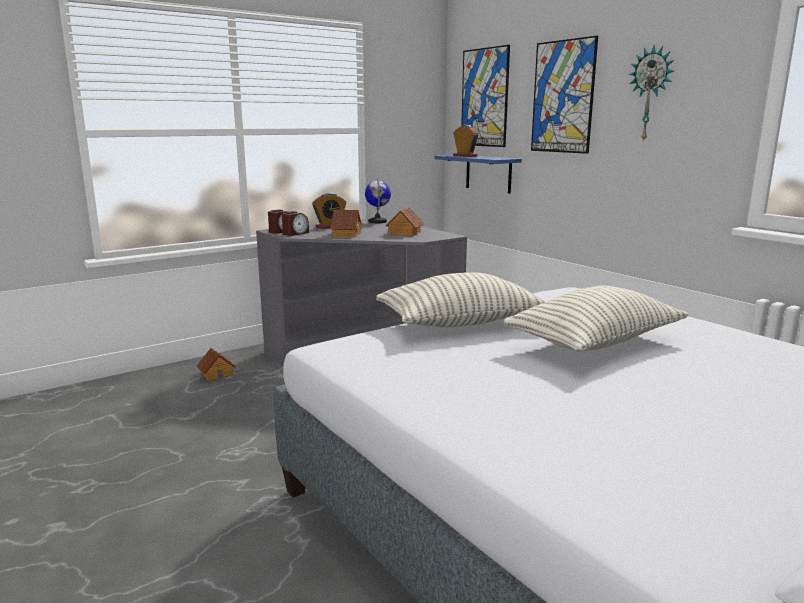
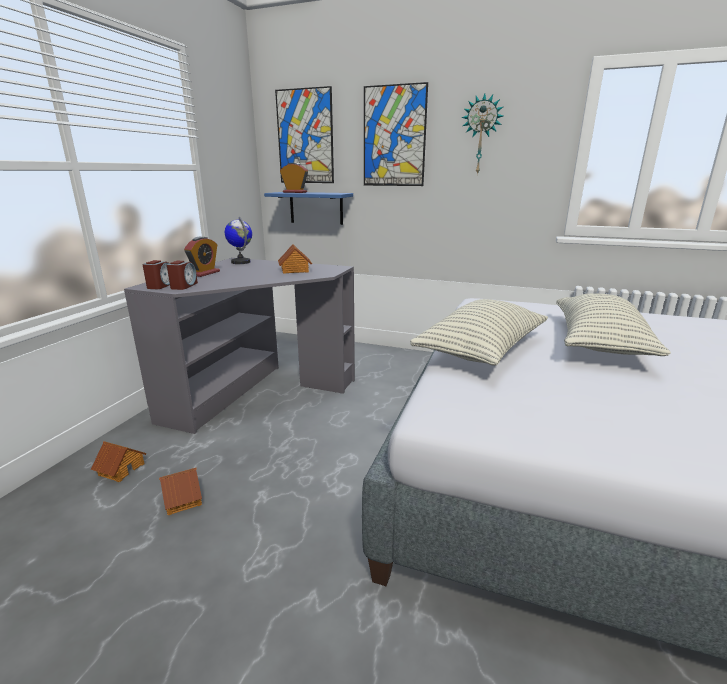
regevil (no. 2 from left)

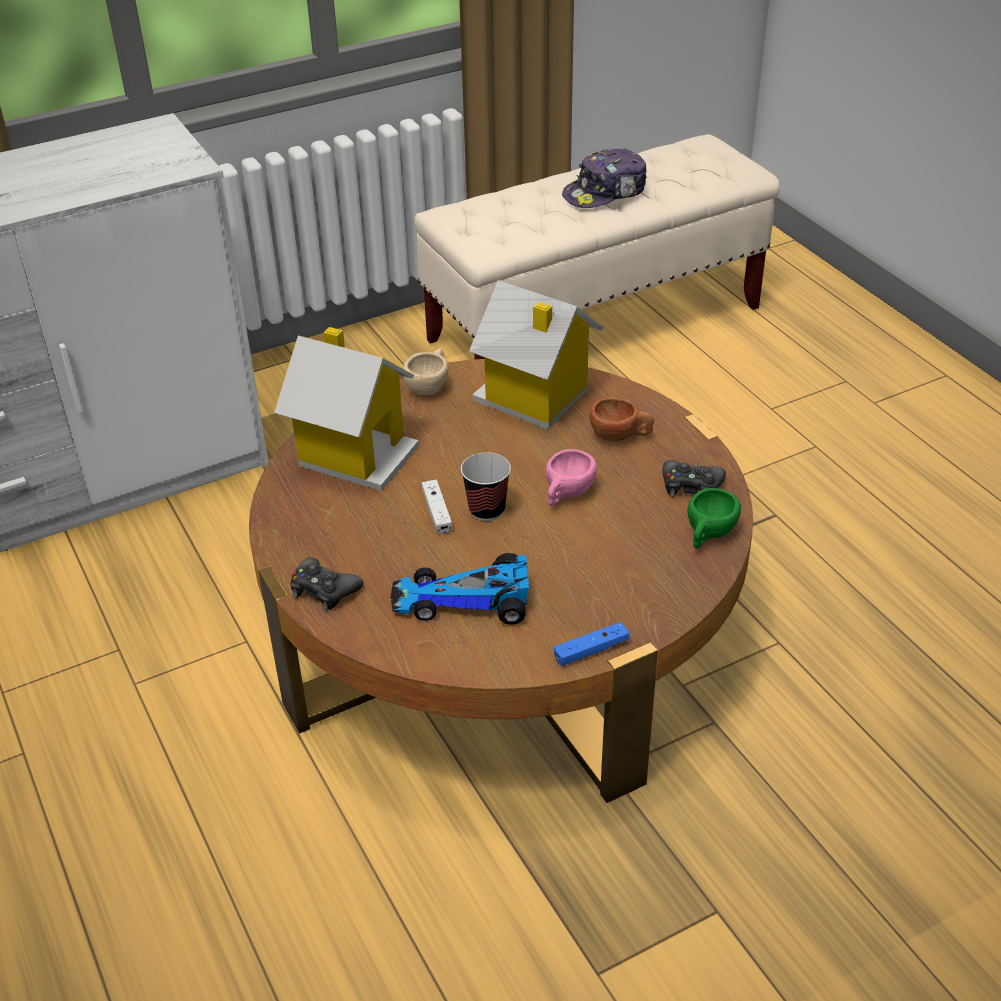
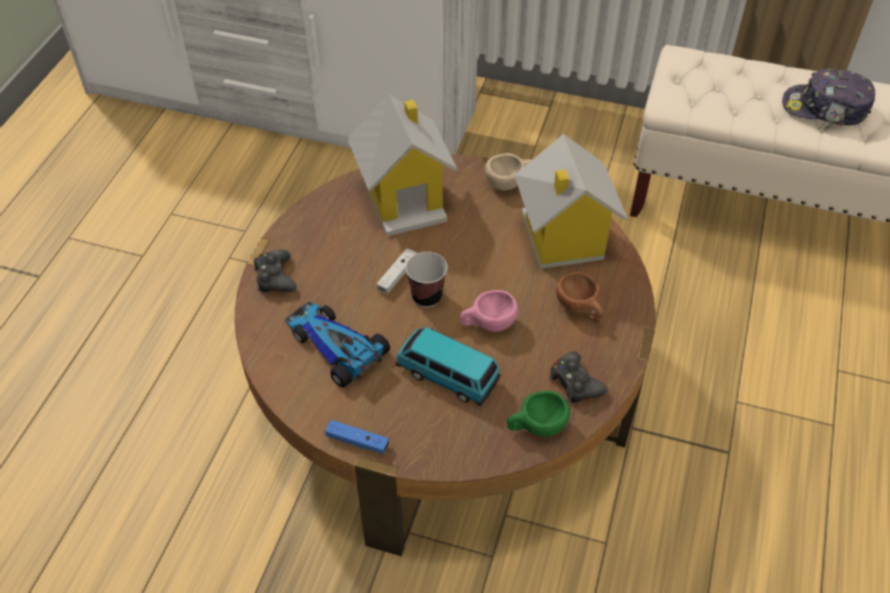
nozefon (no. 2 from left)

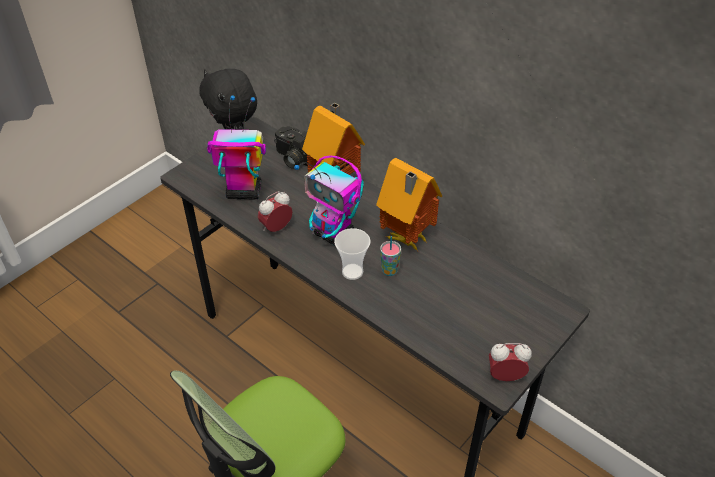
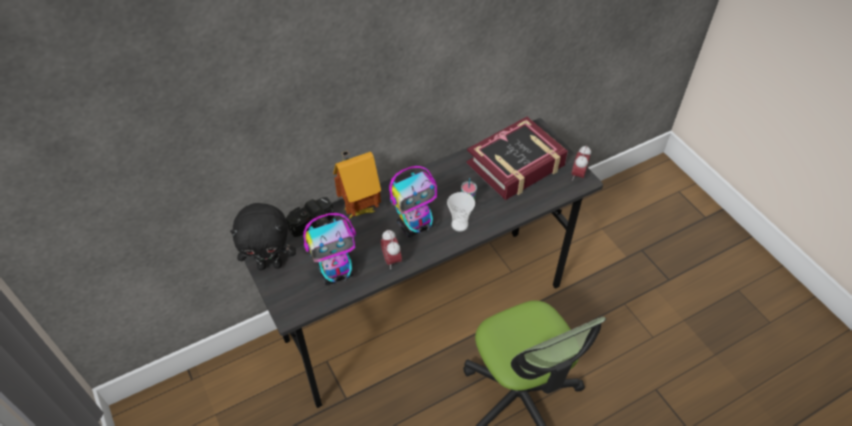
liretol (no. 1 from left)
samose
regevil (no. 2 from left in the first image)

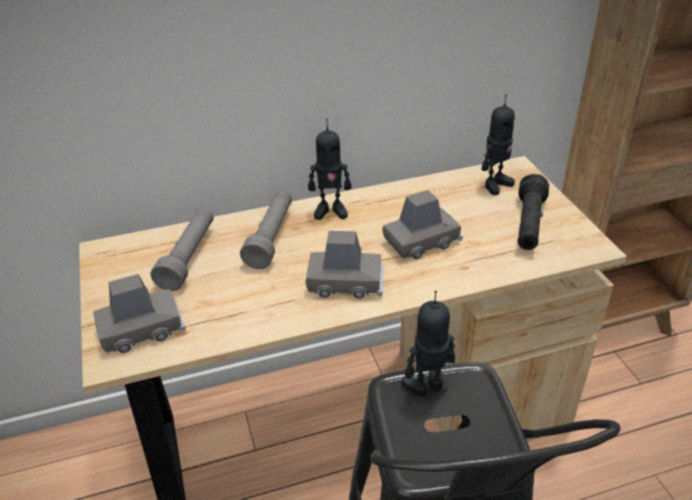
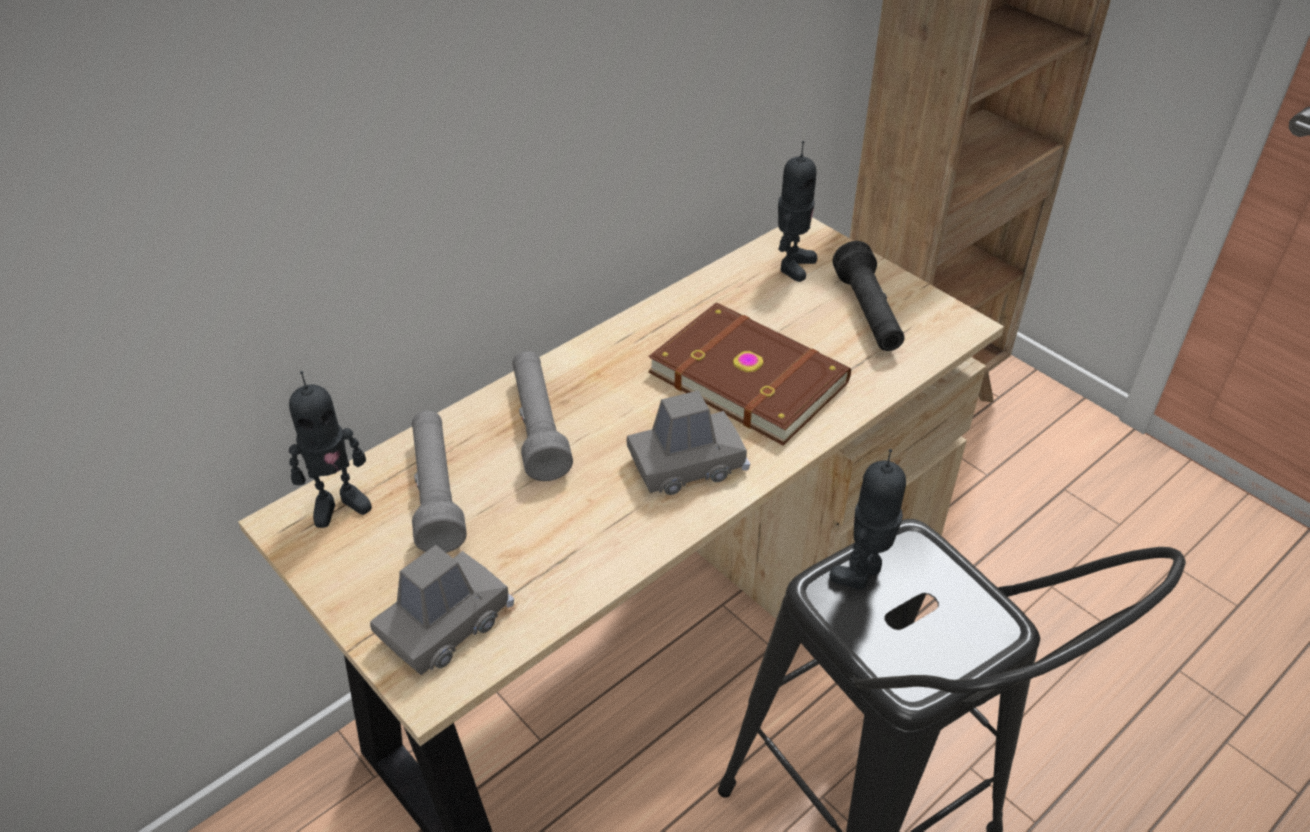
liretol (no. 1 from left)
samose (brown)

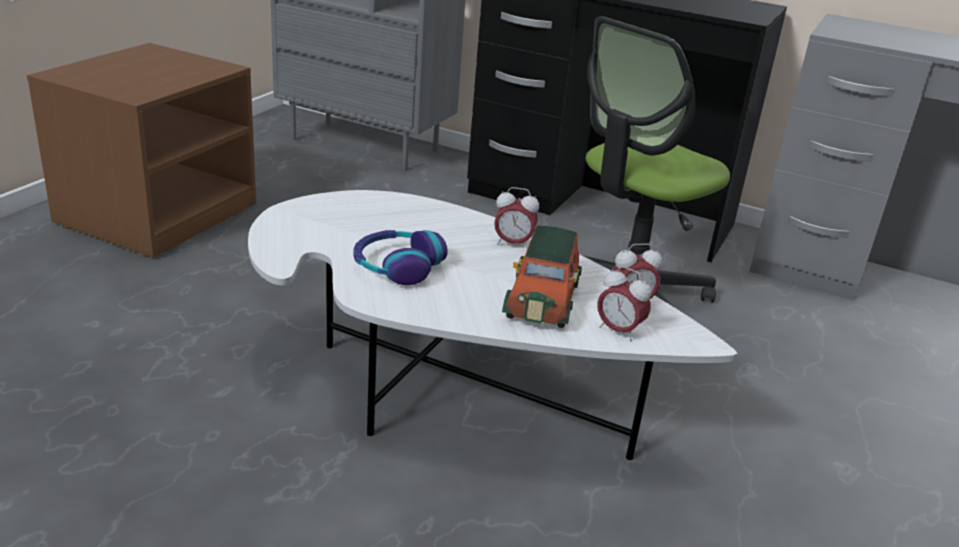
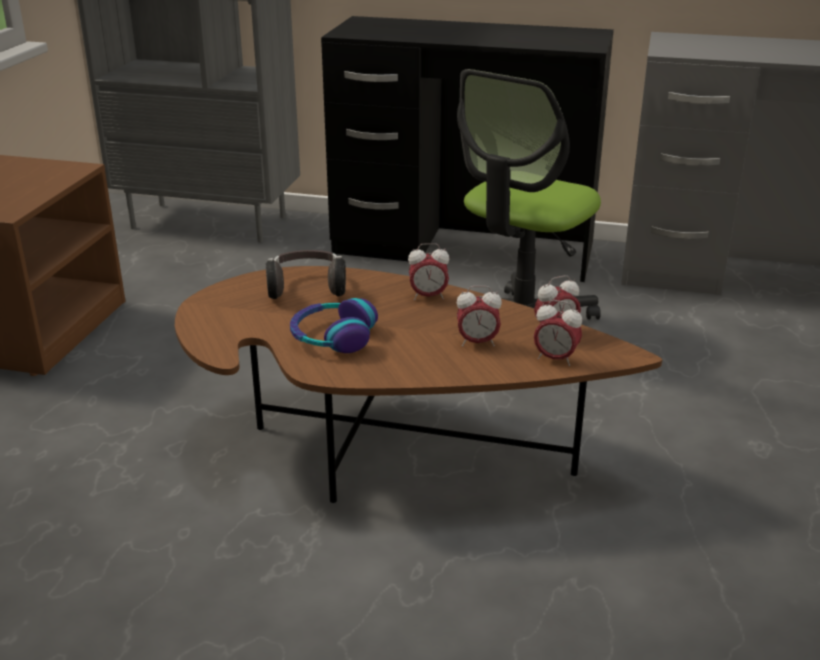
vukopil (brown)
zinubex (no. 1 from left)
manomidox (no. 2 from left)

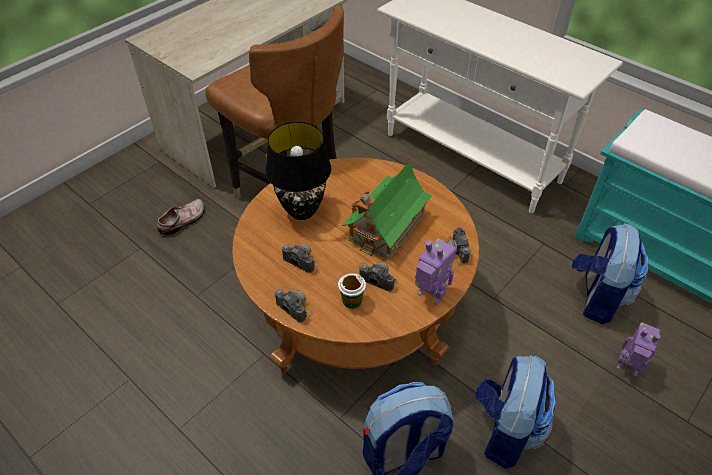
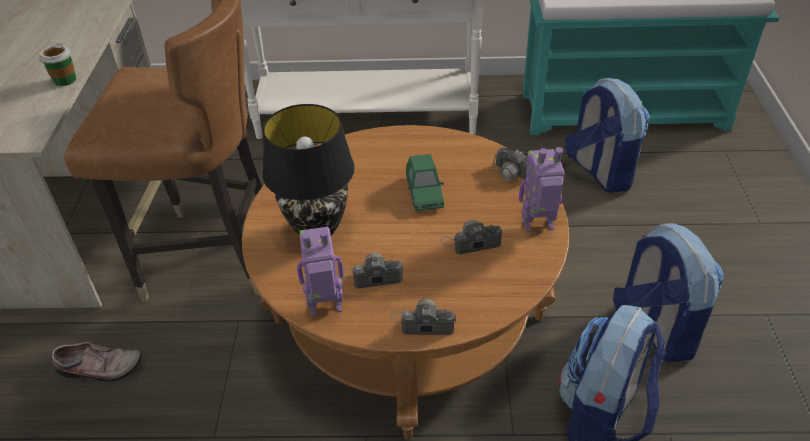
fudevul
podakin
liretol (no. 1 from left)
nozefon (green)

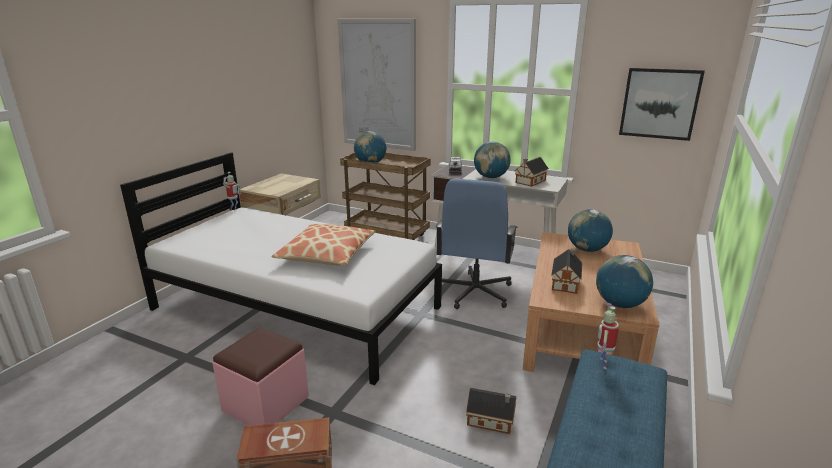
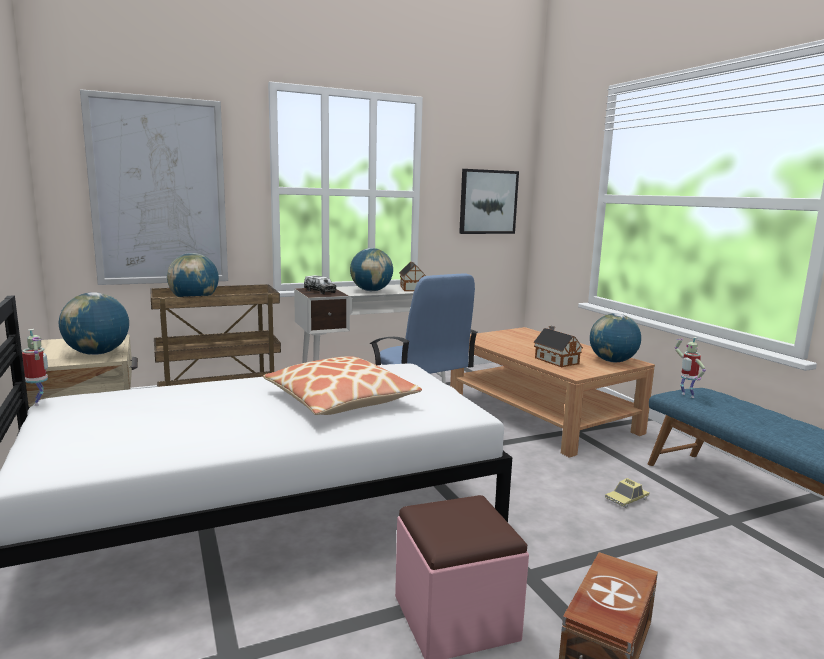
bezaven (no. 1 from left)
nozefon

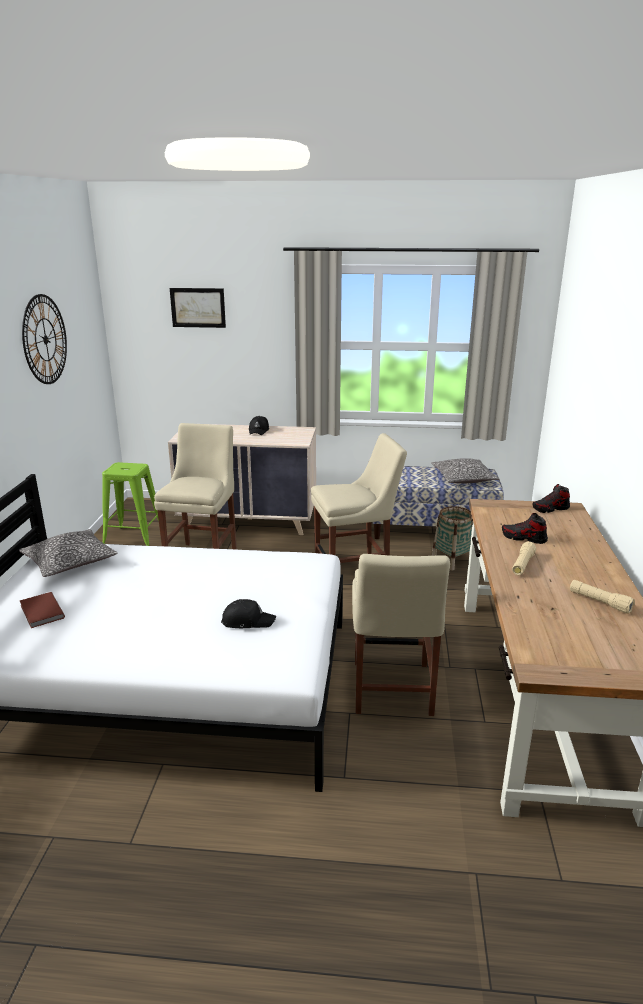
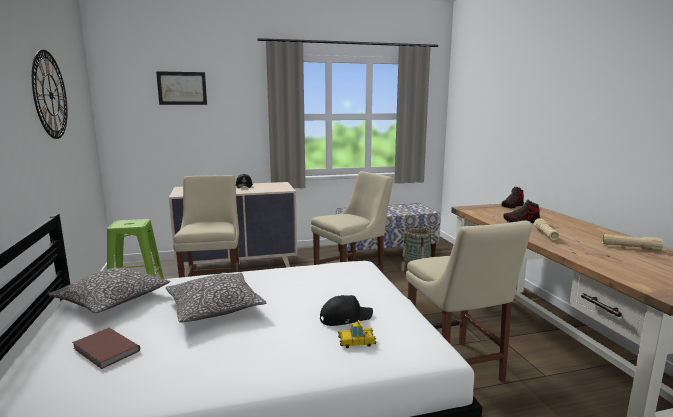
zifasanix (no. 2 from left)
nozefon

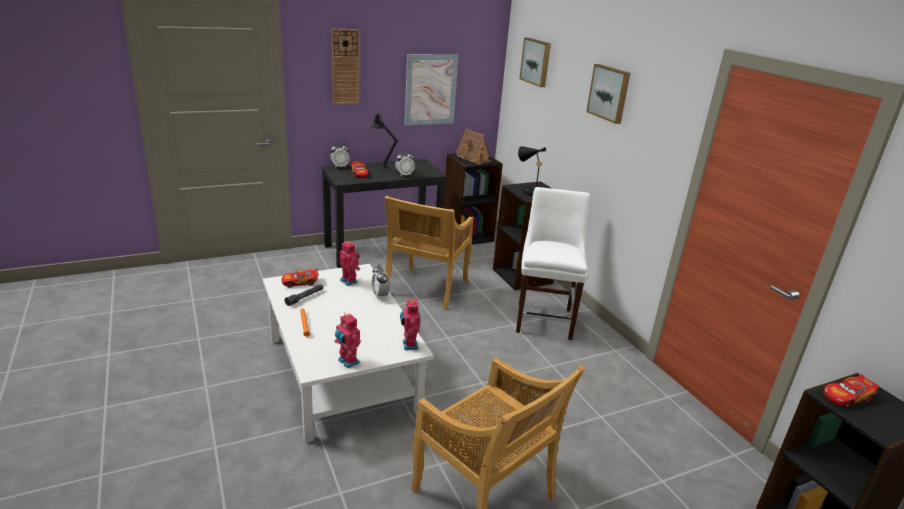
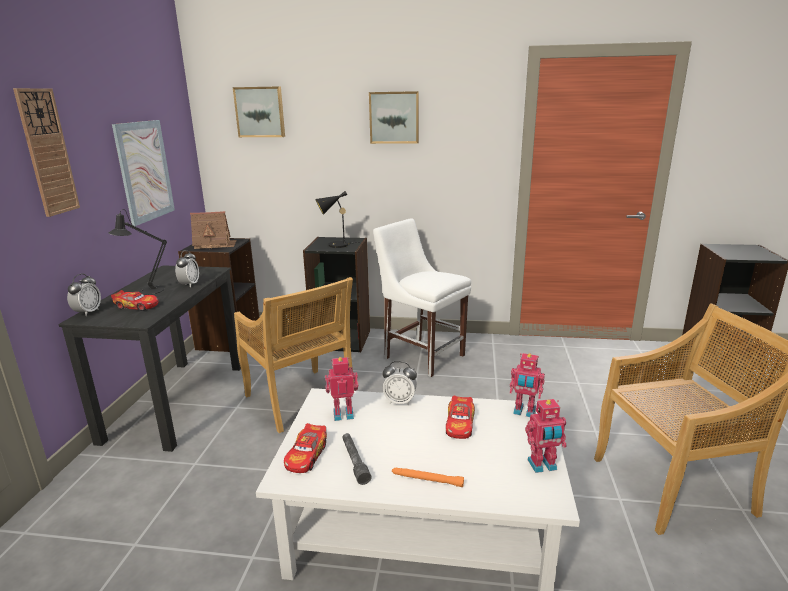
nozefon (no. 3 from left)

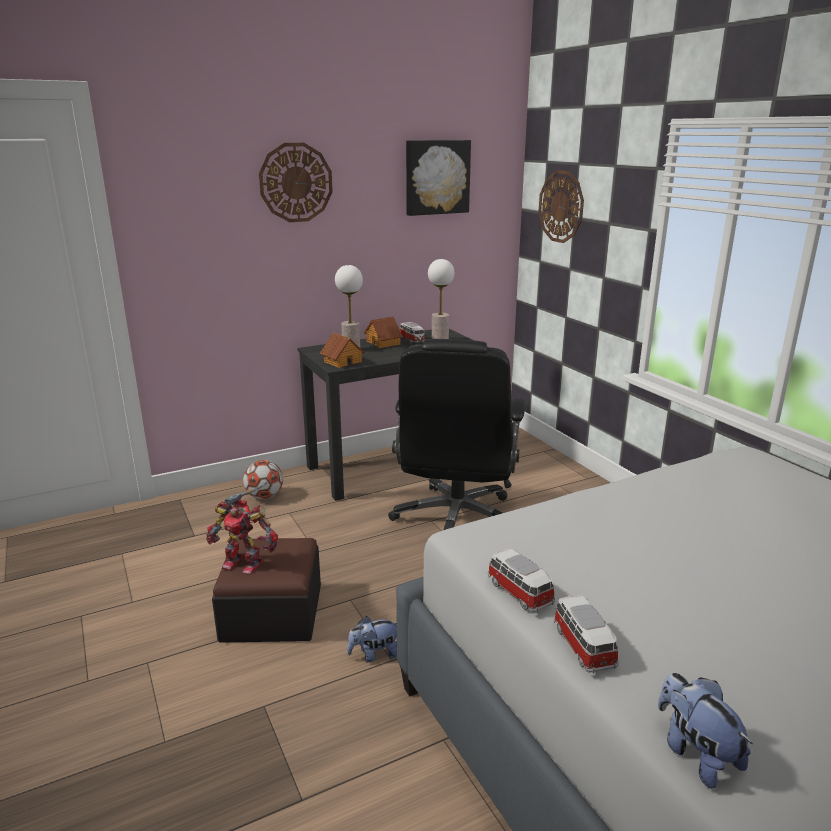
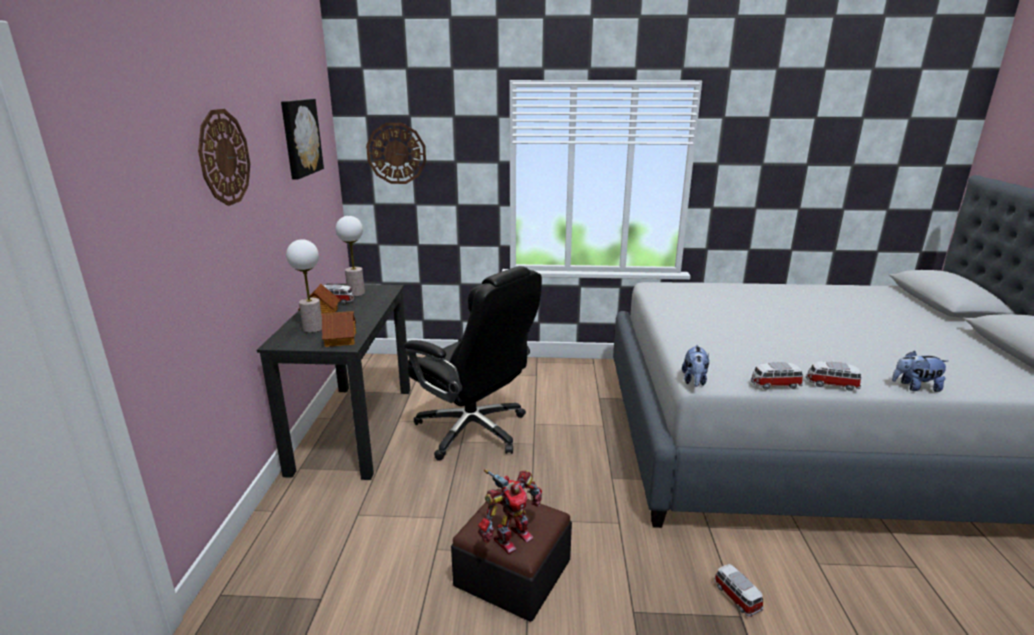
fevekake (no. 1 from left)
nozefon (no. 2 from left)
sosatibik

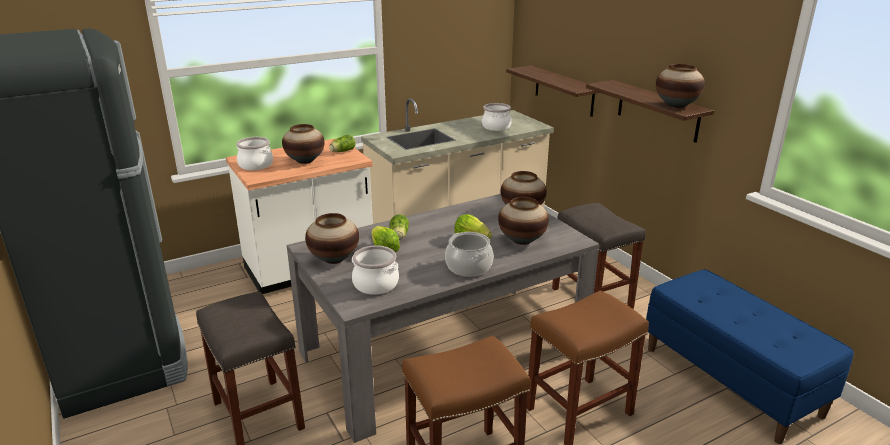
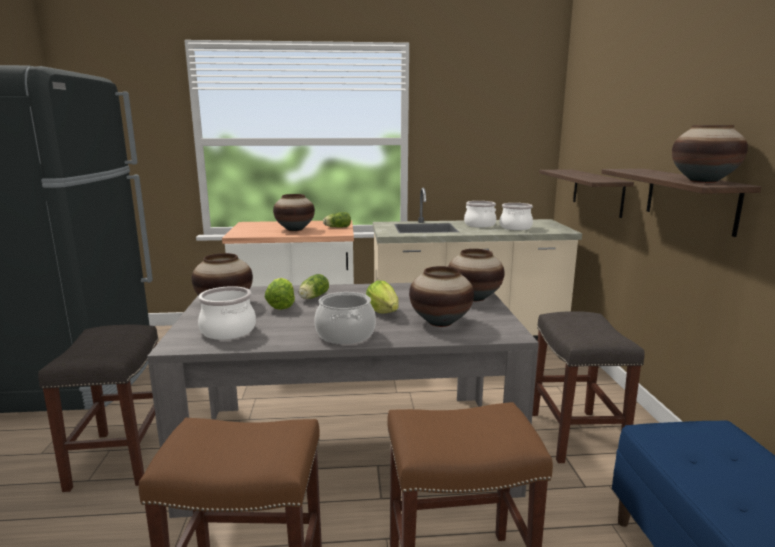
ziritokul (no. 3 from left)

